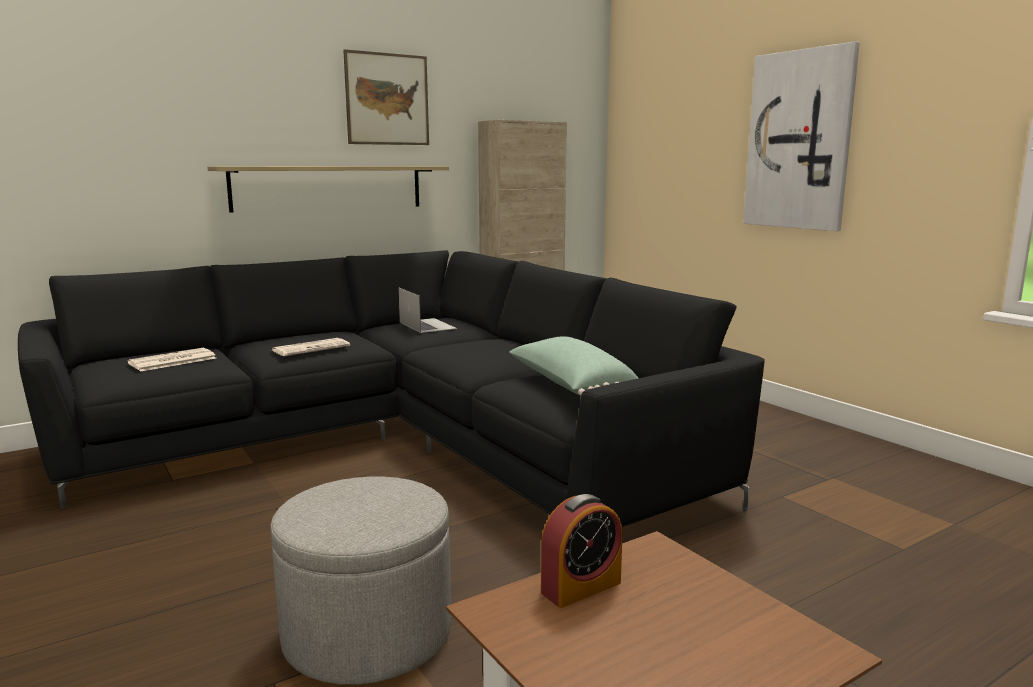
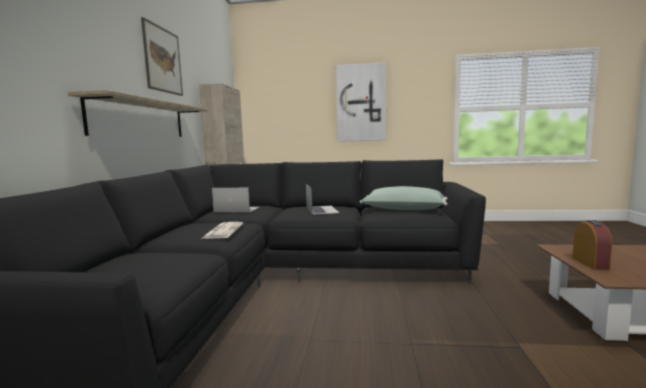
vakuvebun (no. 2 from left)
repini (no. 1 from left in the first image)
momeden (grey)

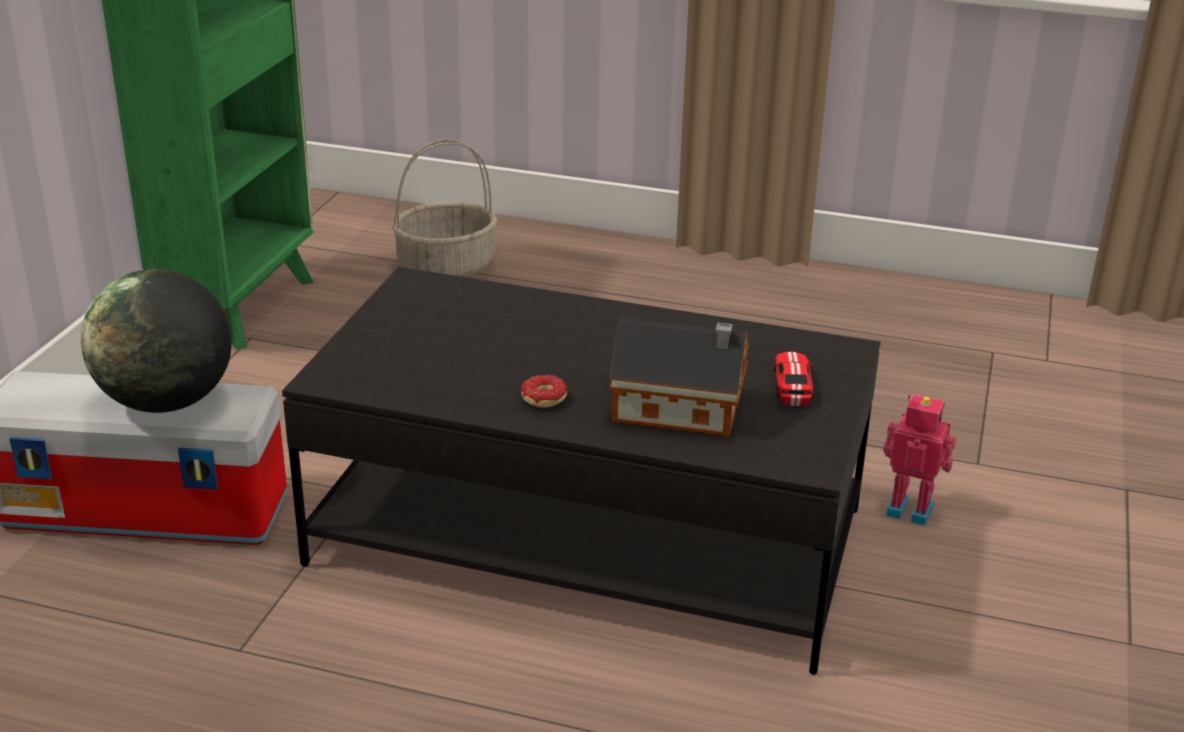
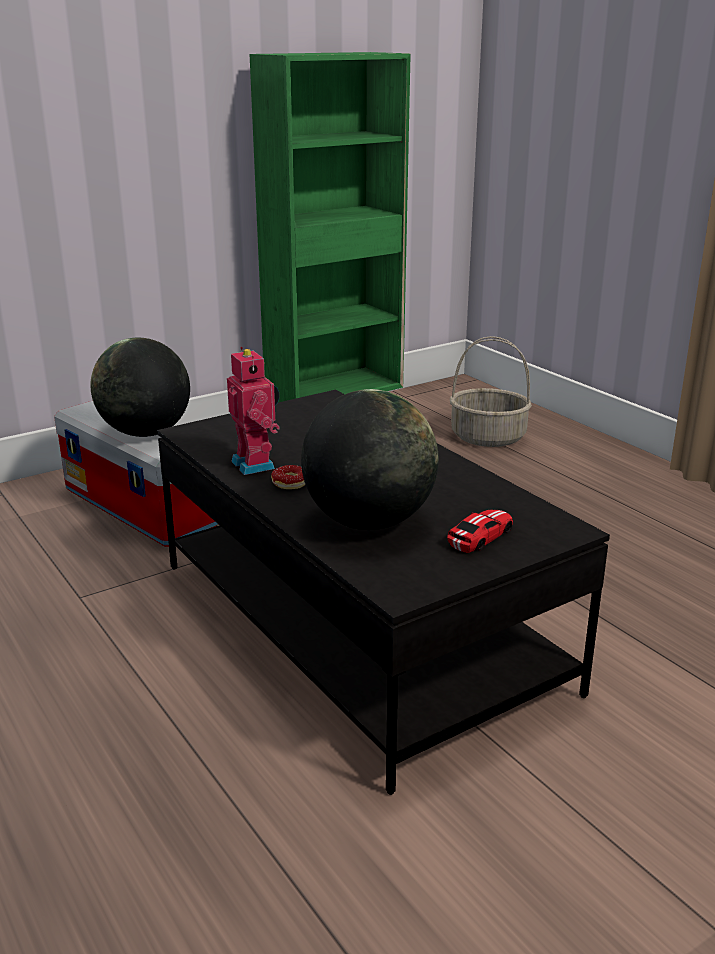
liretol
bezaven (no. 2 from left)

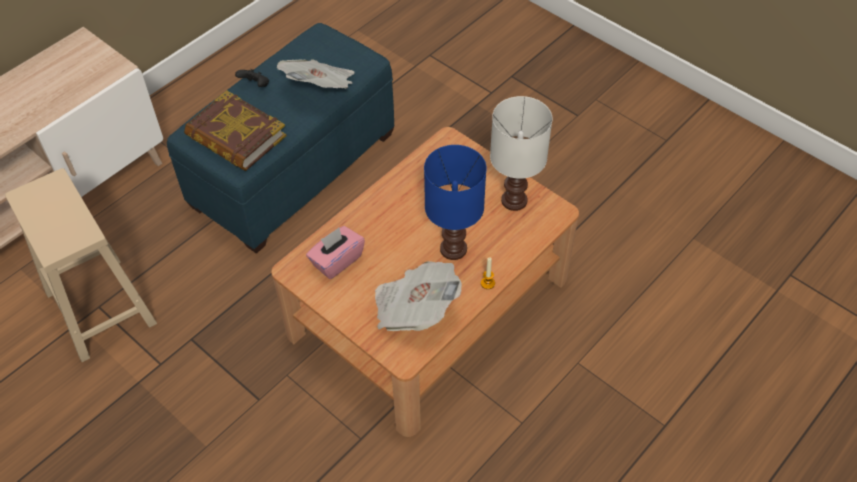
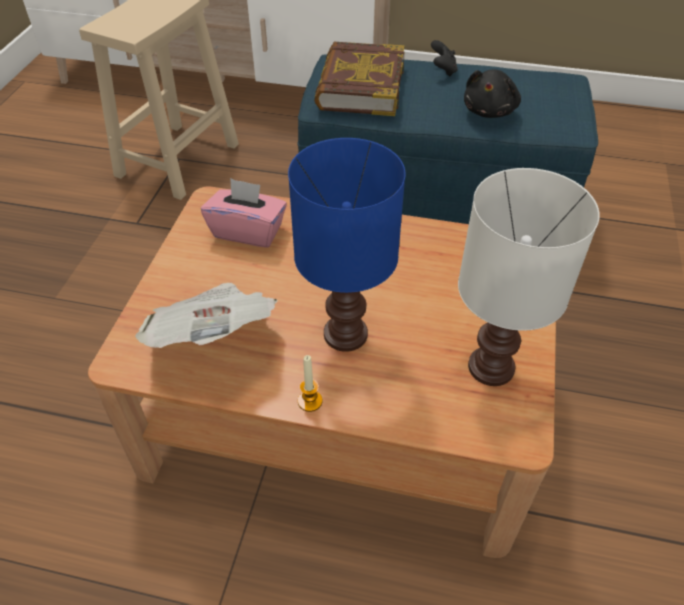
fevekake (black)

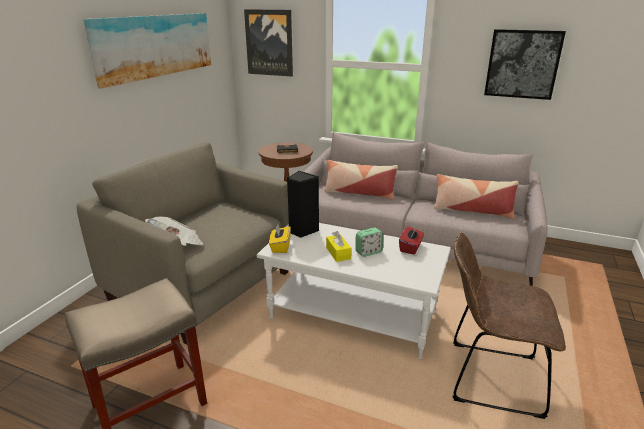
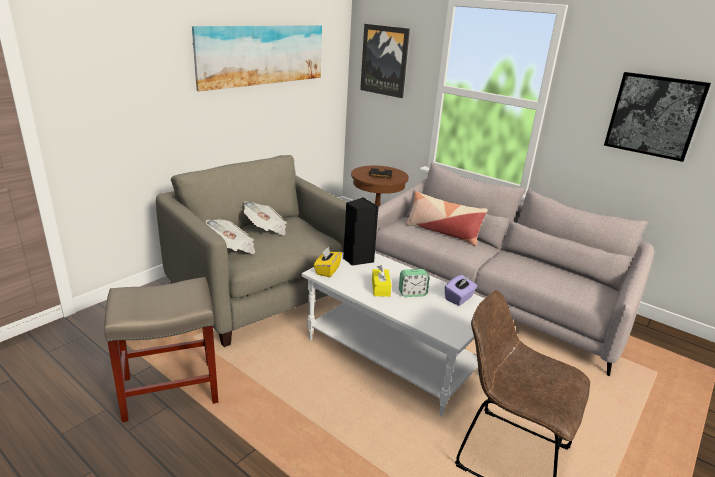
repini (no. 2 from left)
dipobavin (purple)
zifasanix (no. 2 from left in the first image)

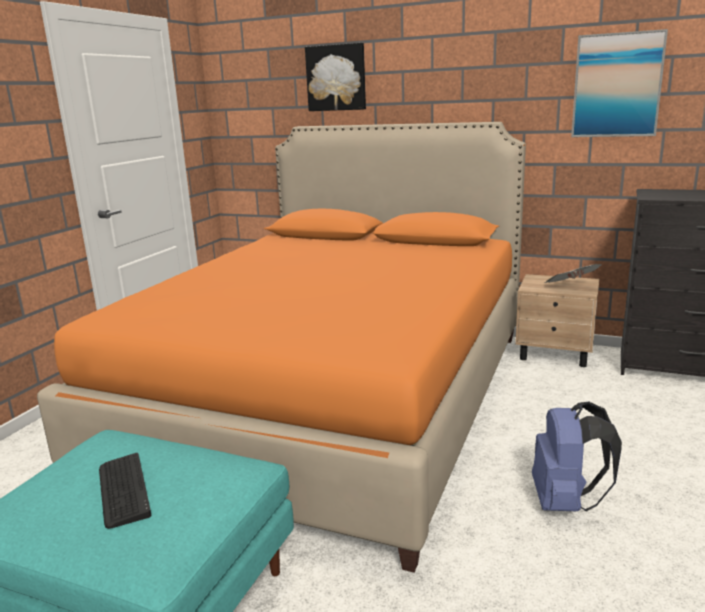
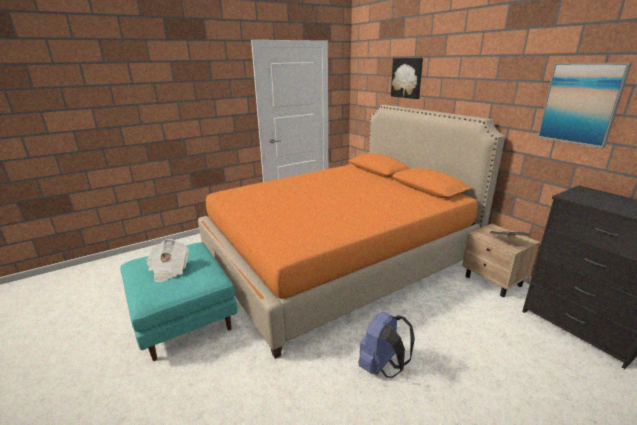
repini (no. 1 from left)

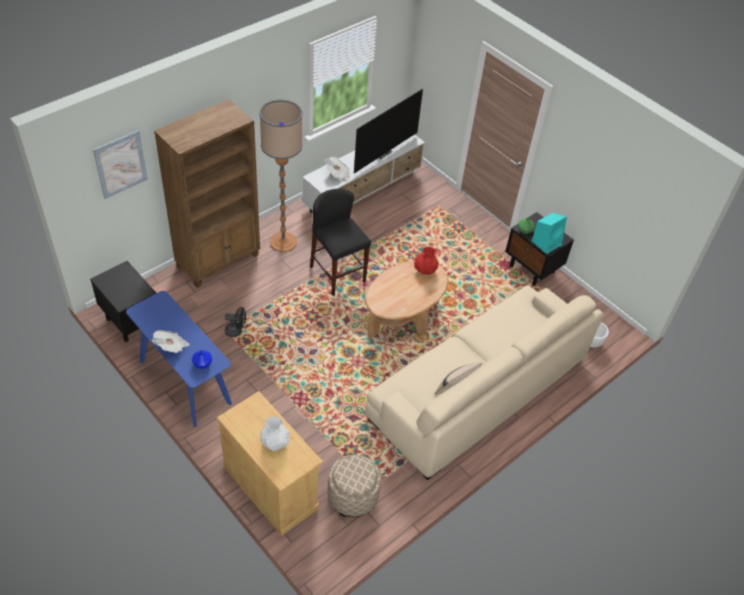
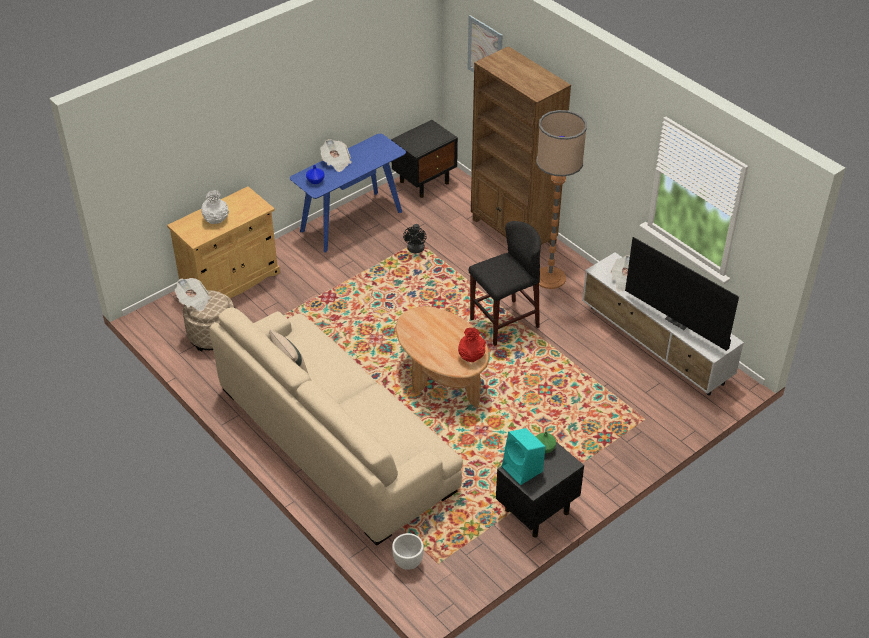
repini (no. 1 from left)

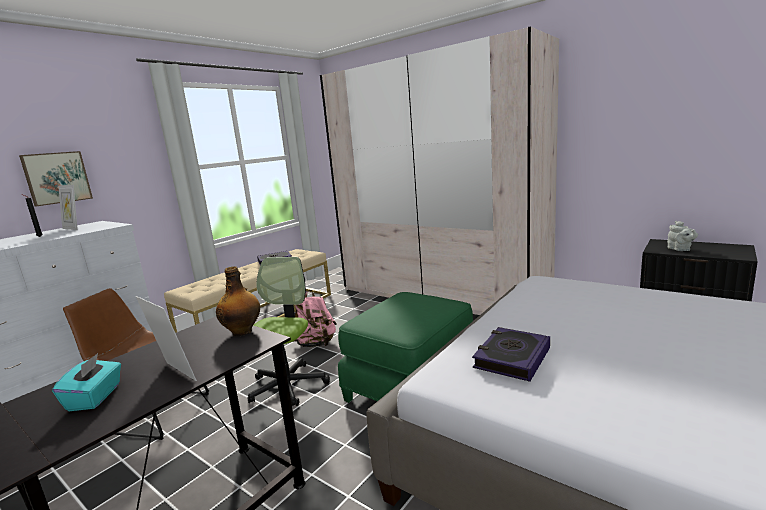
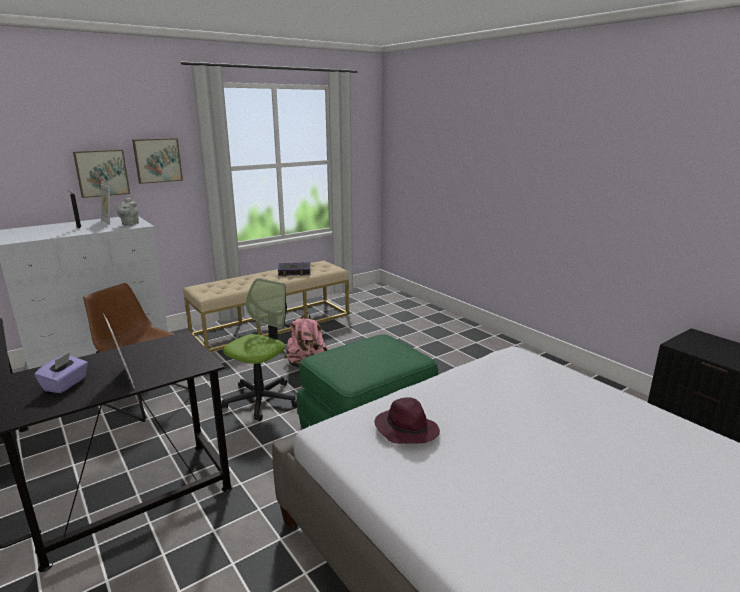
dipobavin (purple)
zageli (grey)
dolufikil (no. 2 from left)
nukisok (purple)
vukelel
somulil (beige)

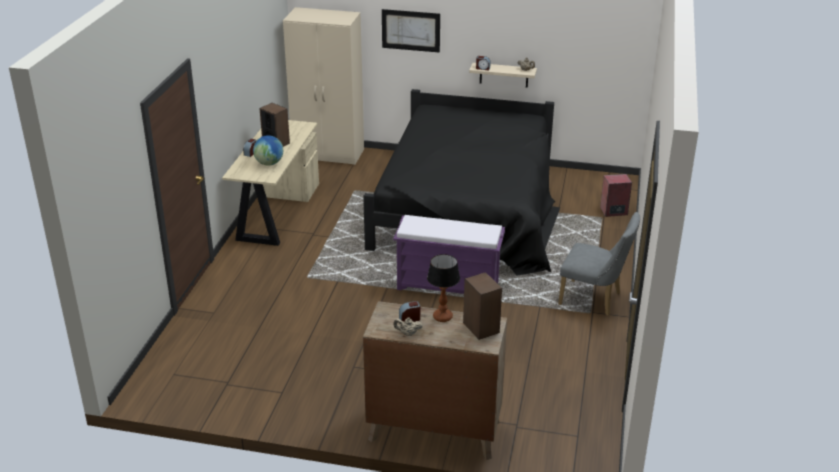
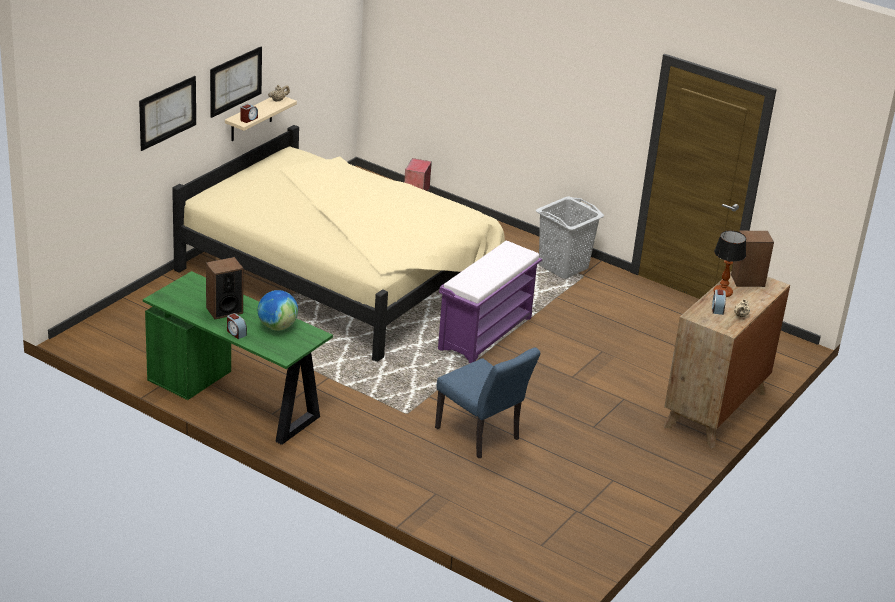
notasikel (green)
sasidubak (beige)
dolufikil (no. 2 from left)
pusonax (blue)
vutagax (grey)
somulil (beige)

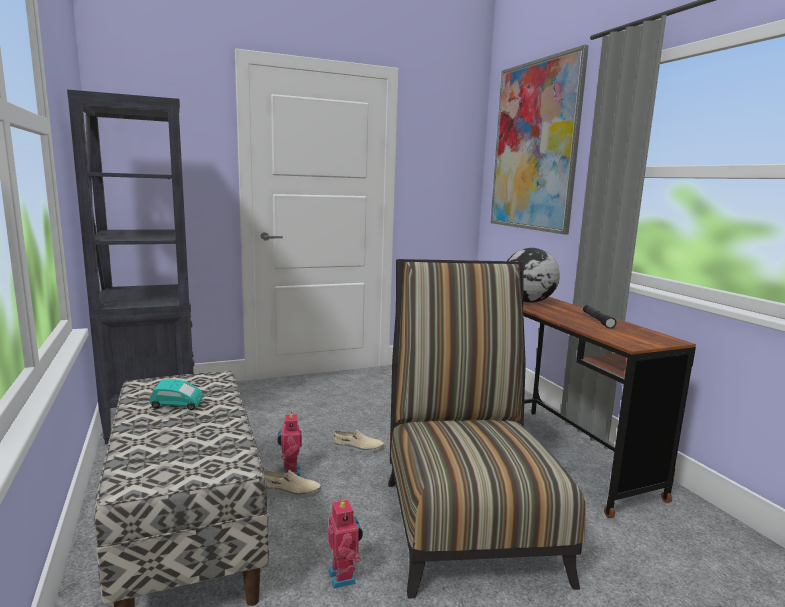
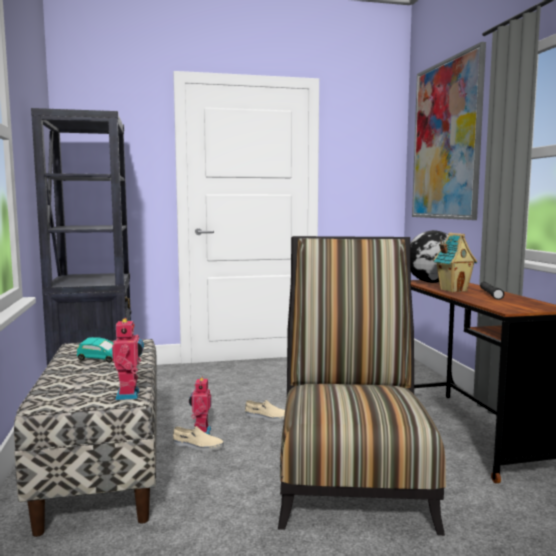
liretol (no. 1 from left)
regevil

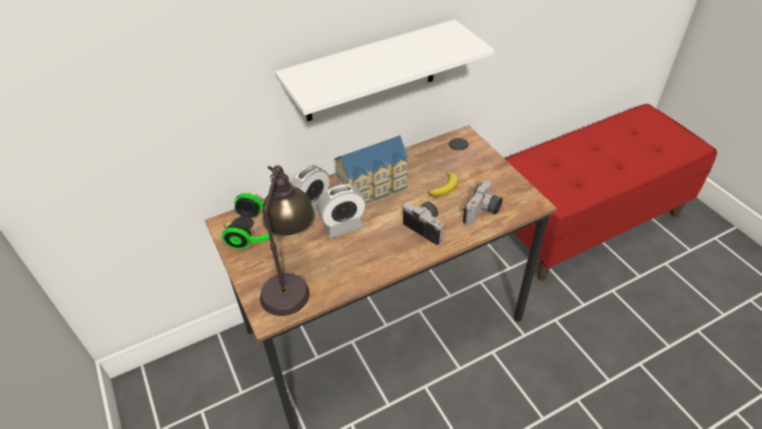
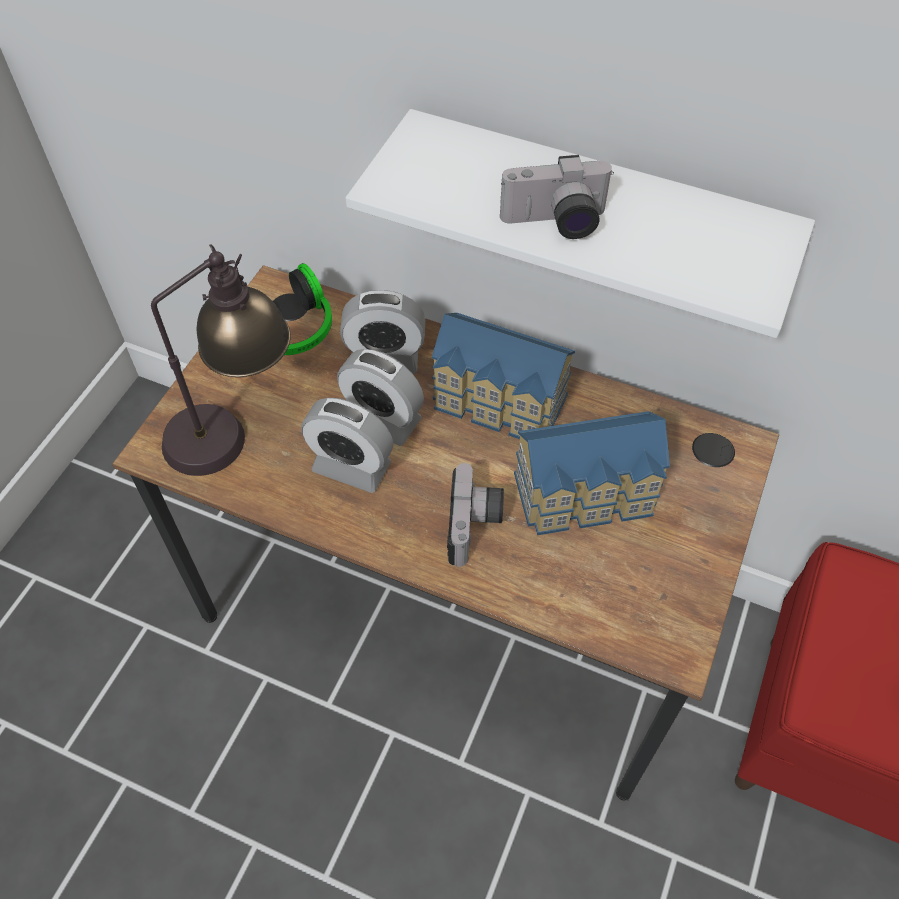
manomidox (no. 1 from left)
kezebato (no. 2 from left)
regevil (no. 2 from left)

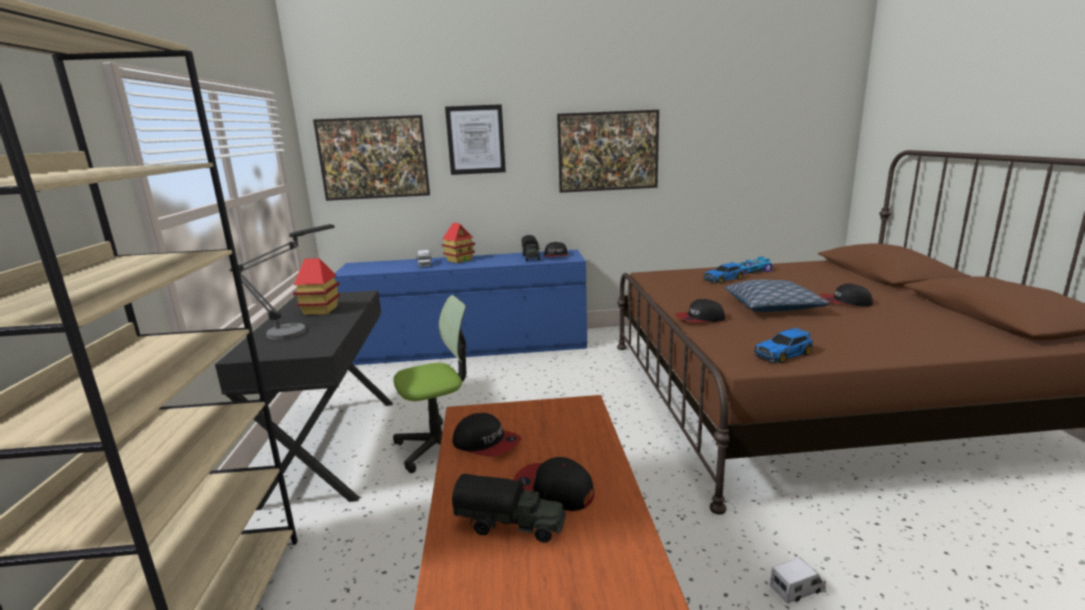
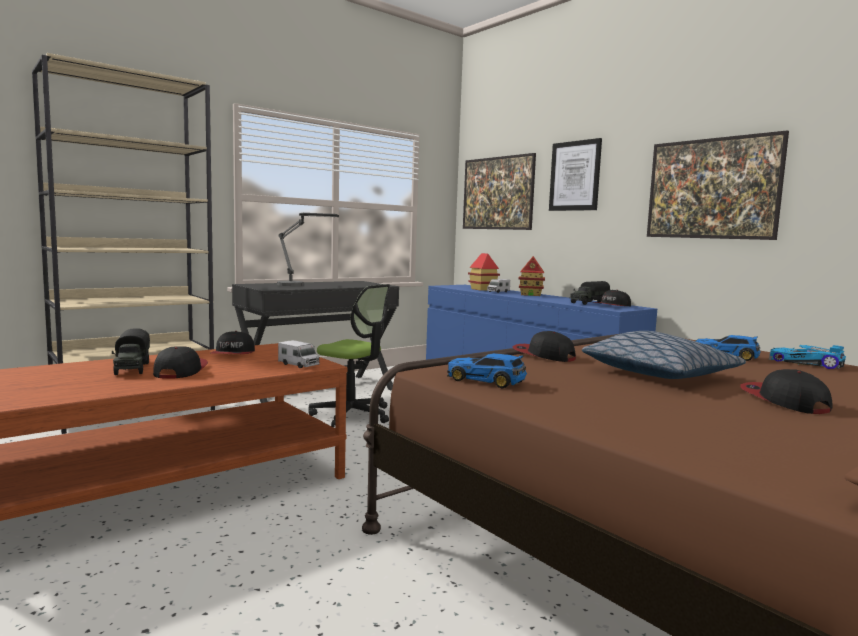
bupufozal (no. 2 from left)
regevil (no. 1 from left)

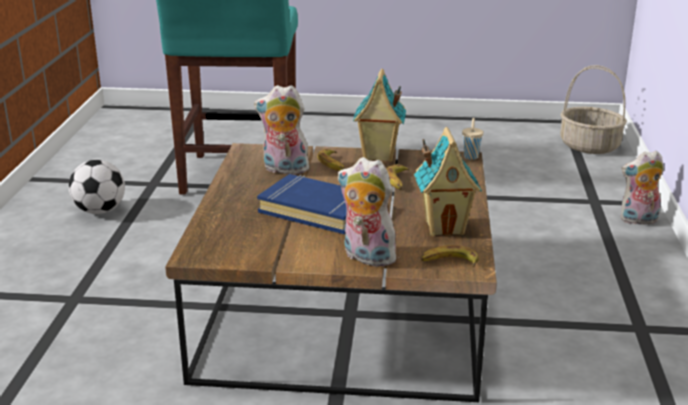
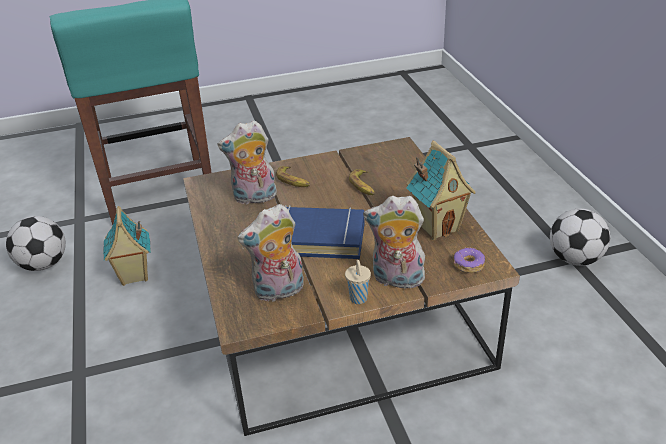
regevil (no. 1 from left)
fevekake (no. 2 from left)
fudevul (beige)
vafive
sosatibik (no. 2 from left)
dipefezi

